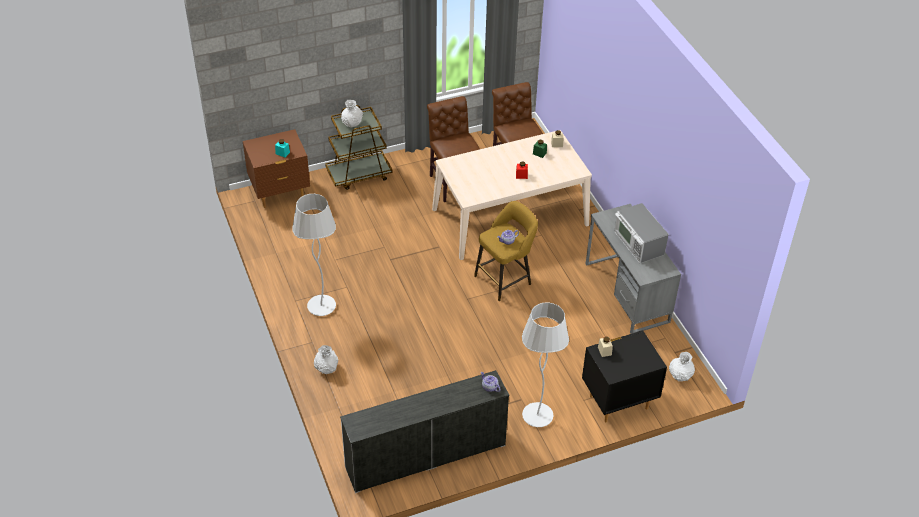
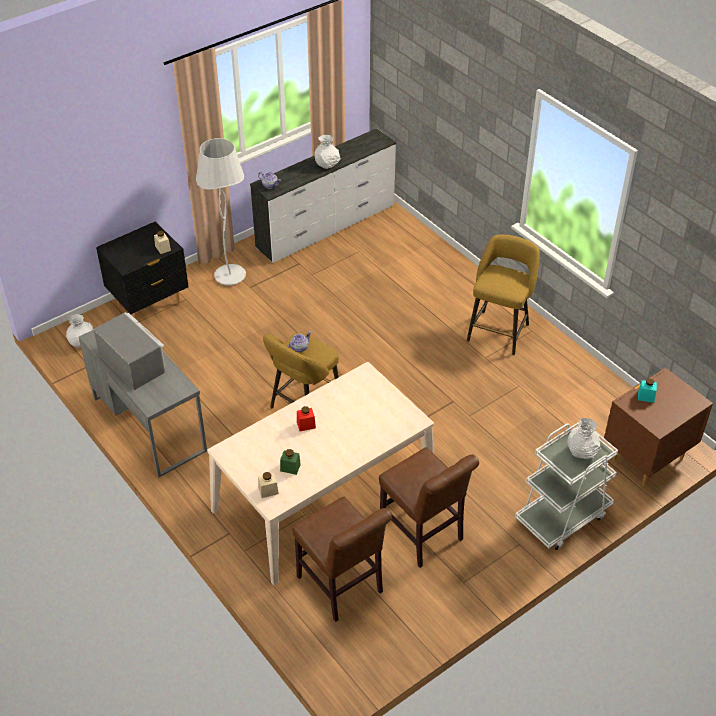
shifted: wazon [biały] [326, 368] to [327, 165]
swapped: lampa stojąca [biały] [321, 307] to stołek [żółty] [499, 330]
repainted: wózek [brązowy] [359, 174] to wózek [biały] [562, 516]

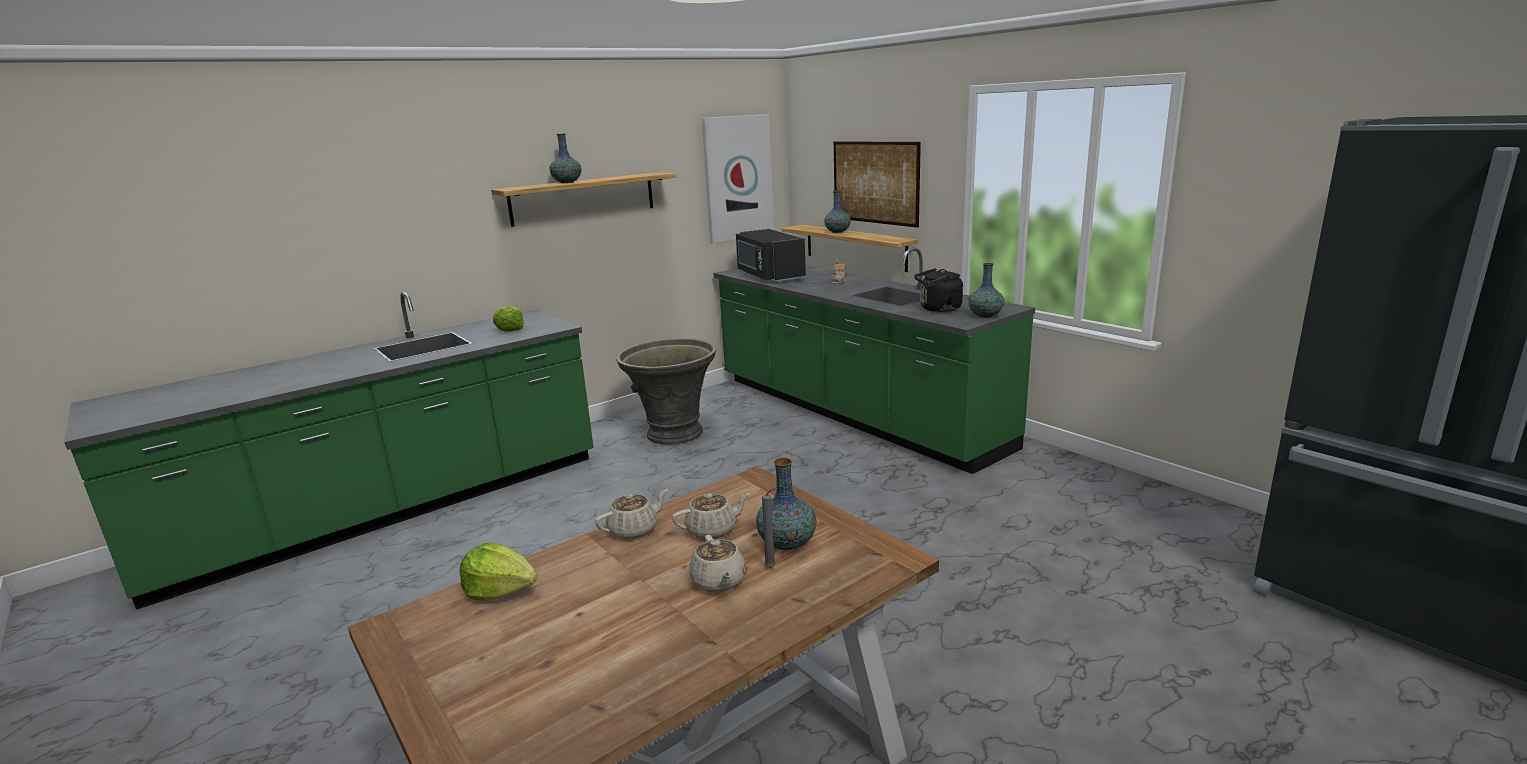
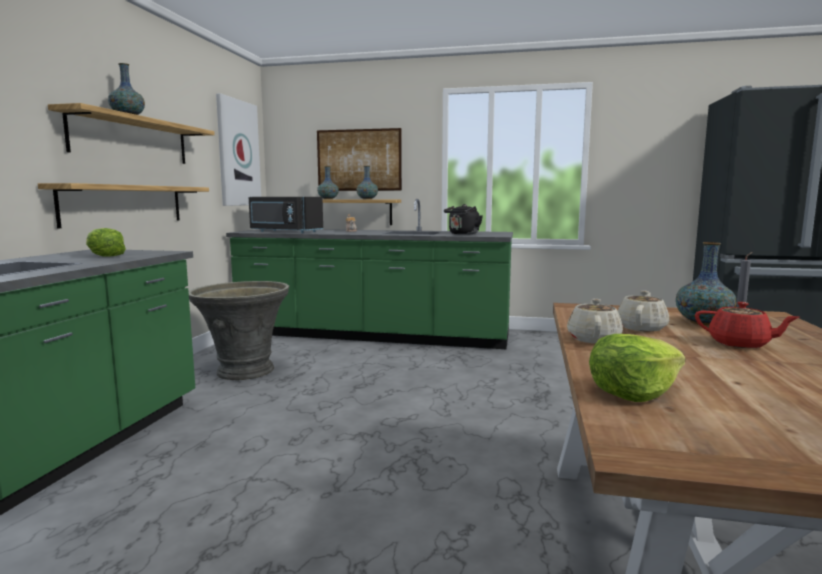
new: półka [125, 204]
shifted: wazon [985, 315] to [367, 199]
repainted: imbryk [beżowy] [718, 581] to imbryk [czerwony] [740, 344]

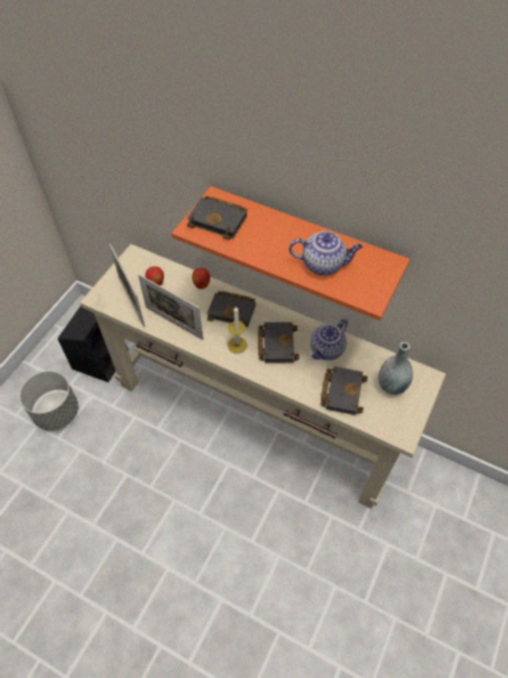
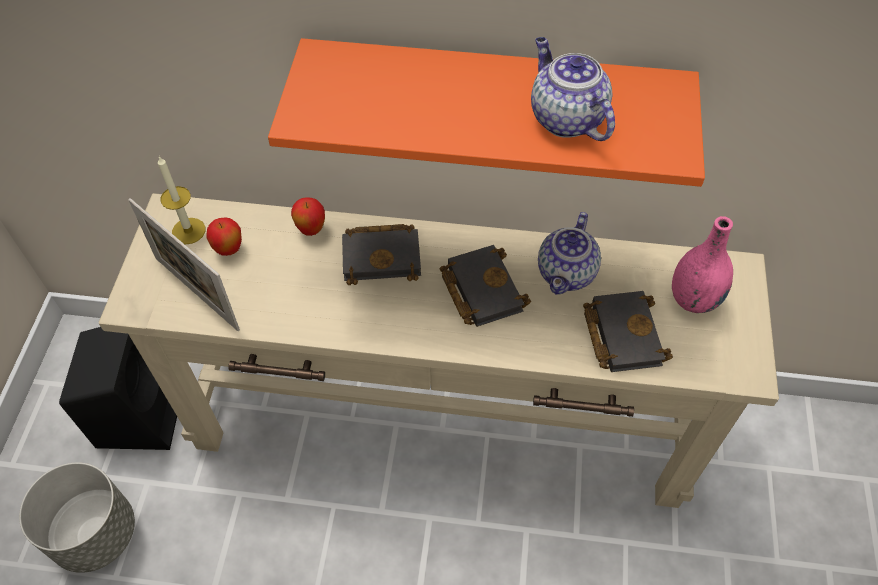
gone: ramka na zdjęcie [174, 323]; książka [czarny] [219, 220]
shifted: świeca [237, 345] to [188, 231]
repainted: wazon [szary] [391, 386] to wazon [różowy] [693, 300]
rotated: imbryk [323, 264] = [565, 118] 105 degrees counterclockwise

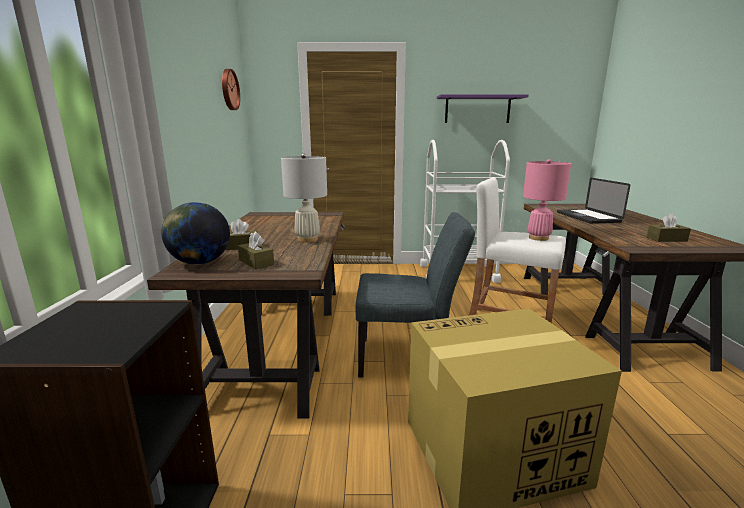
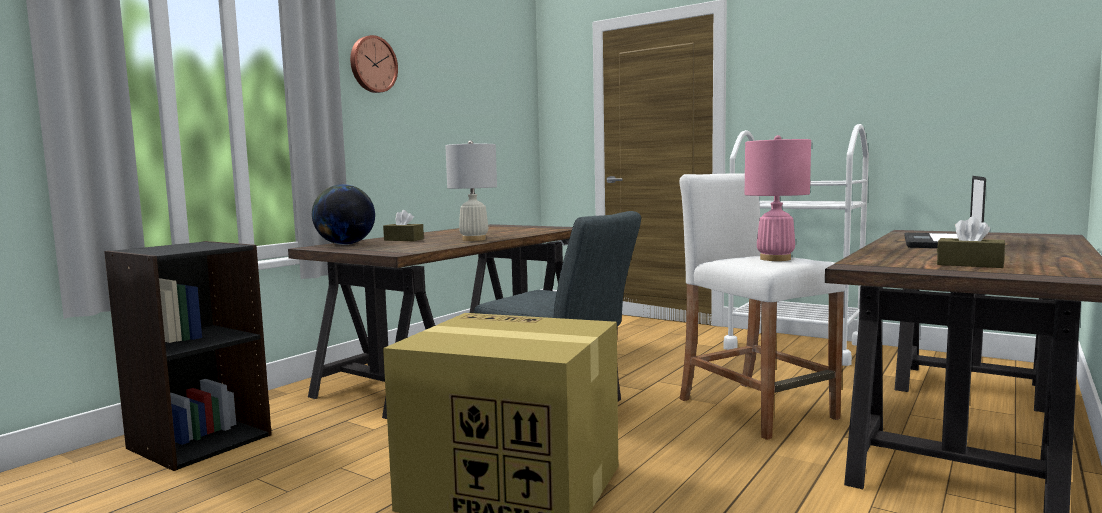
gone: pudełko chusteczek [brązowy] [256, 262]; półka [fioletowy] [477, 109]
shifted: zegar ścienny [229, 89] to [372, 64]

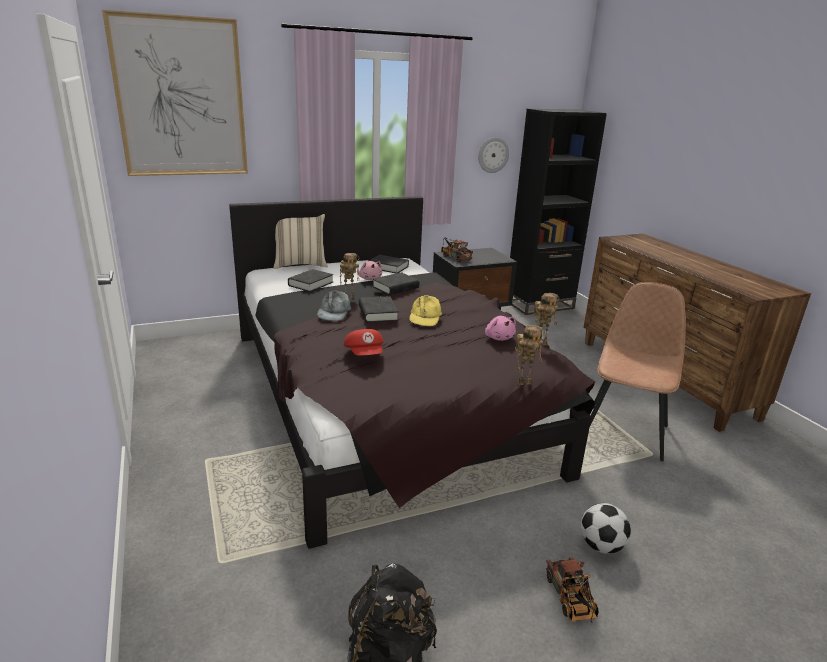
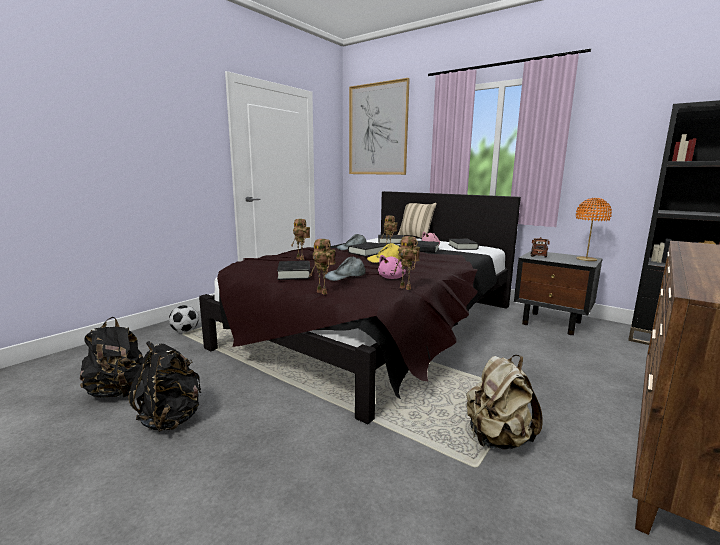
gone: zegar ścienny [493, 155]; ciężarówka zabawkowa [571, 601]
new: plecak [czarny] [172, 418]; książka [czarny] [294, 274]; czapka z daszkiem [szary] [345, 276]; lampa stołowa [pomarańczowy] [586, 259]
shifted: piłka futbolowa [601, 546] to [185, 331]
swapped: czapka z daszkiem [czerwony] [365, 355] to robot zabawkowy [301, 259]; krzesło [brązowy] [625, 431] to plecak [beżowy] [497, 439]

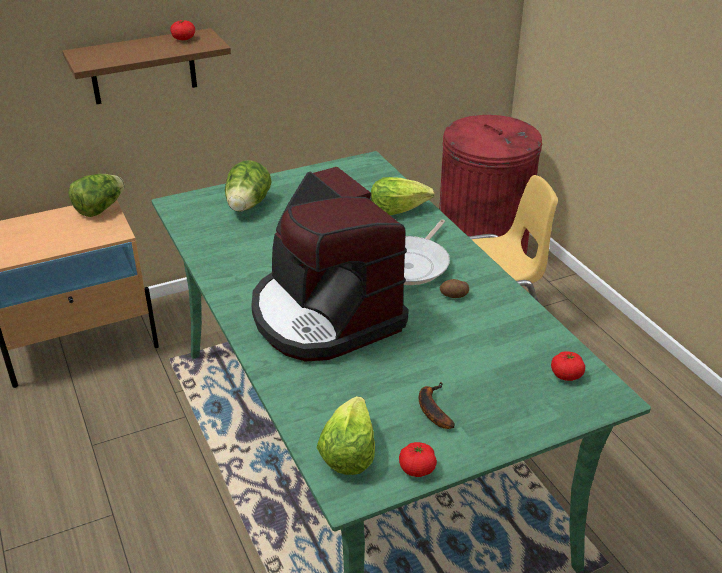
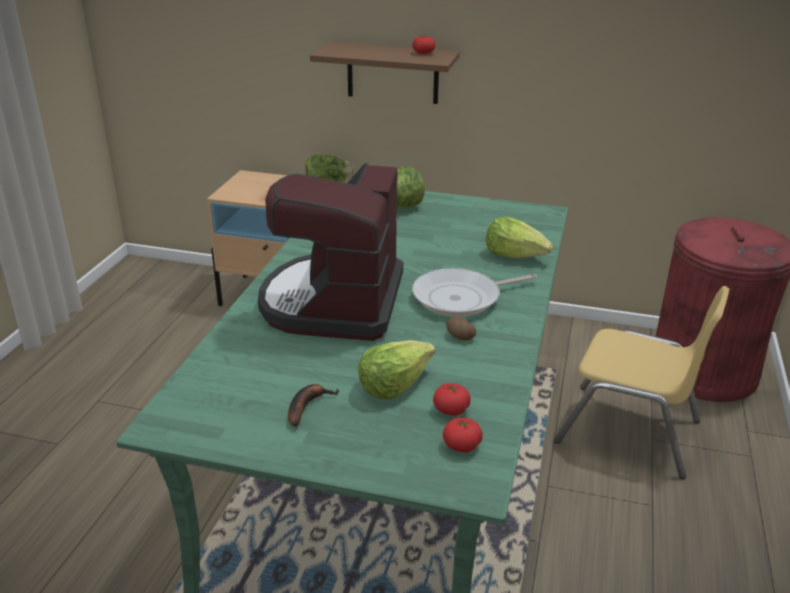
shifted: sałata [348, 452] to [394, 384]; pomidor [417, 469] to [451, 410]

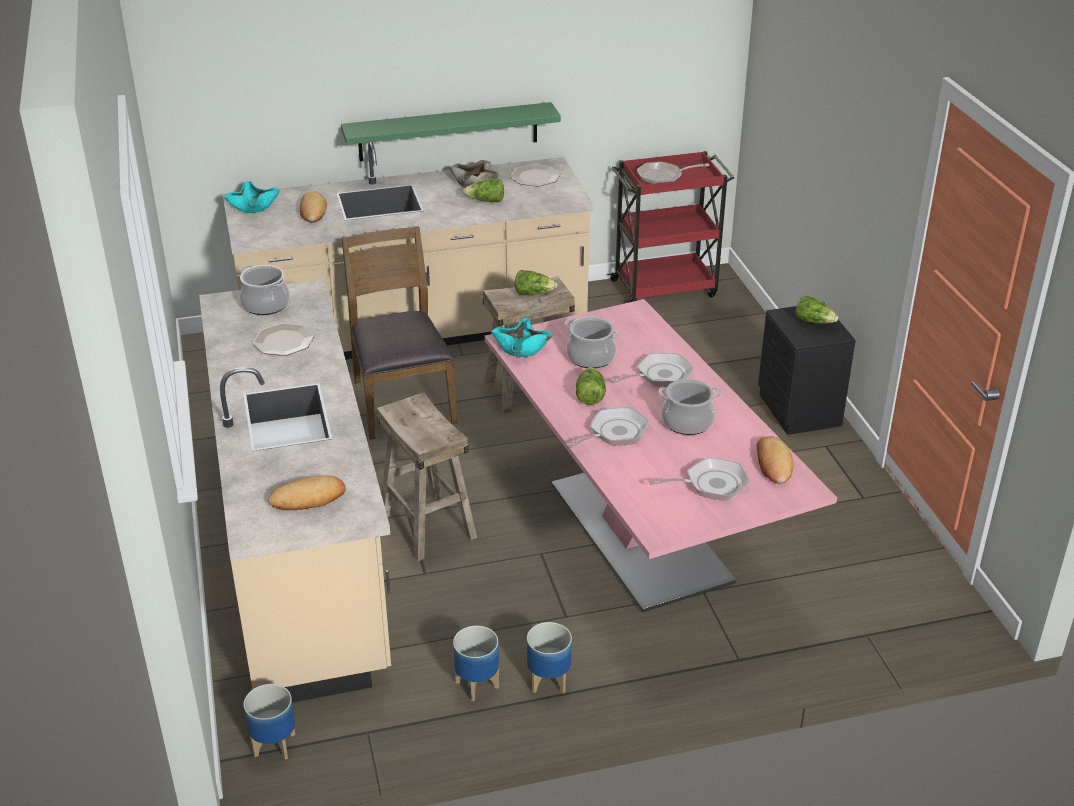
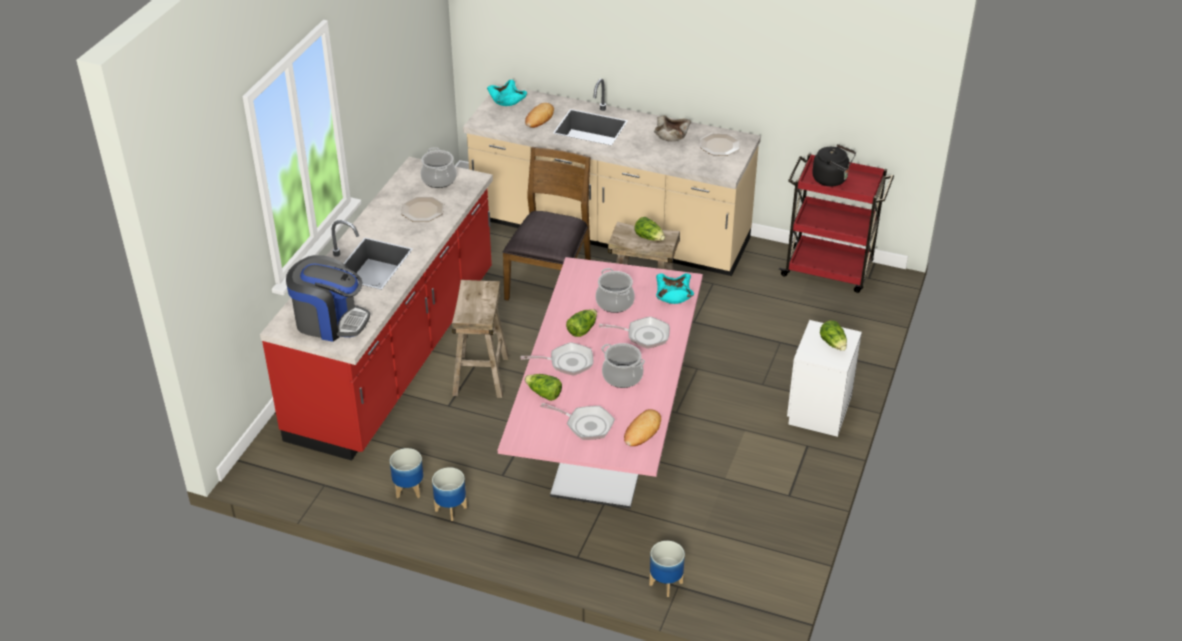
gone: półka [zielony] [448, 132]
shifted: donica [274, 745] to [665, 584]; sałata [486, 201] to [544, 394]; miska [turkusowy] [521, 348] to [673, 295]
swapped: chleb [308, 498] to ekspres do kawy [330, 321]; patelnia [663, 177] to czajnik [czarny] [832, 179]
repainted: zabudowa kuchenna [beżowy] [302, 547] to zabudowa kuchenna [czerwony] [396, 354]; szafka nocna [czarny] [798, 411] to szafka nocna [biały] [818, 410]

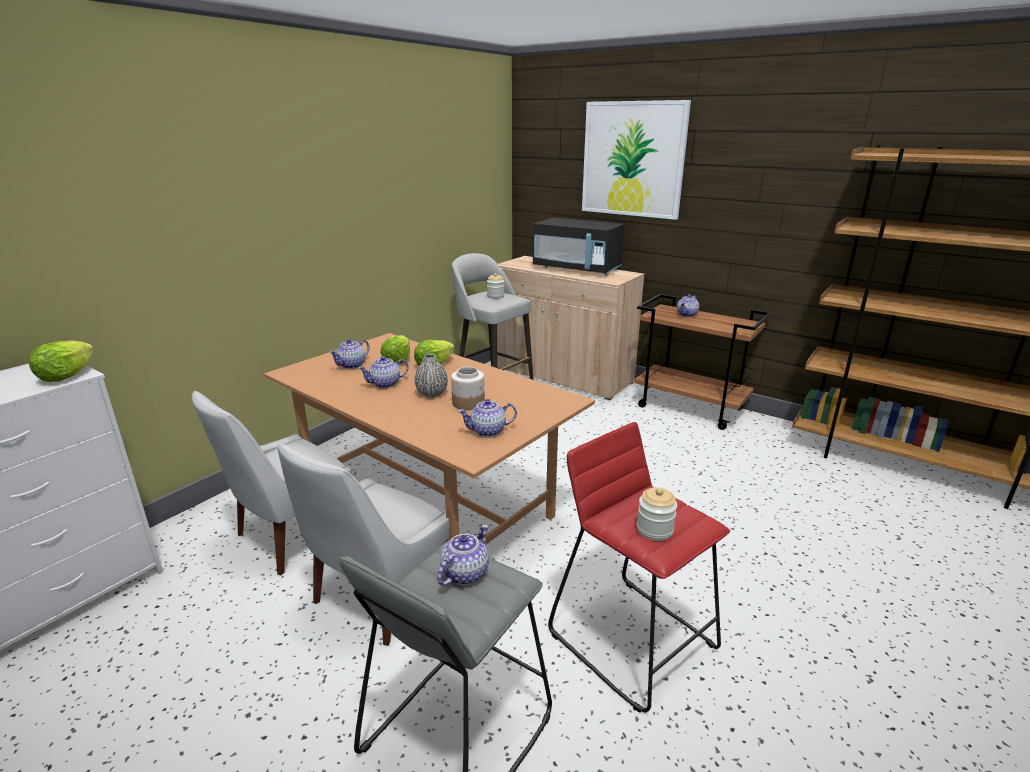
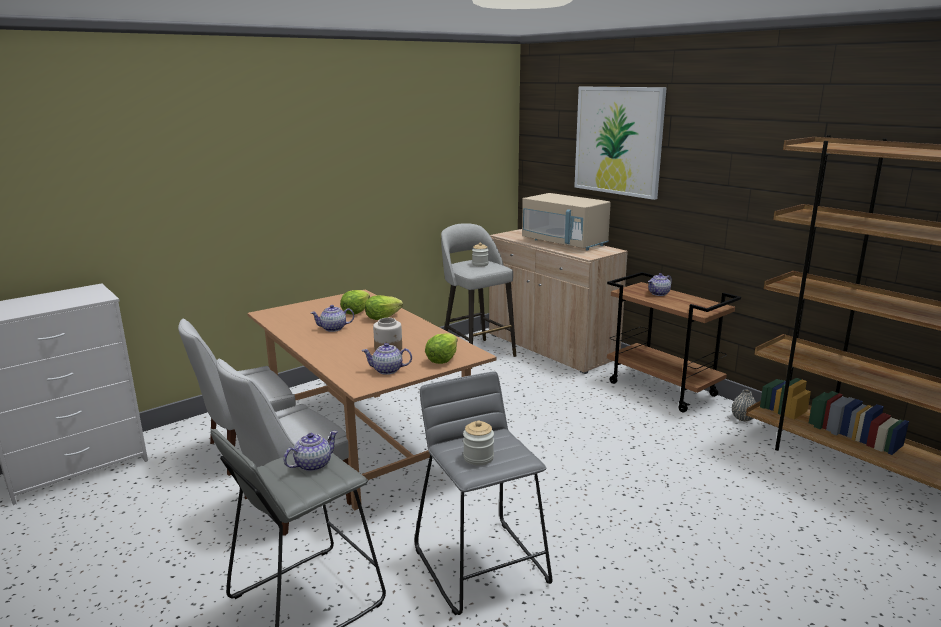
gone: imbryk [352, 365]
shifted: sałata [66, 376] to [442, 359]; wazon [szary] [432, 393] to [743, 418]
repainted: mikrofalówka [czarny] [577, 269] to mikrofalówka [beżowy] [564, 243]; stołek [czerwony] [633, 639] to stołek [szary] [482, 565]

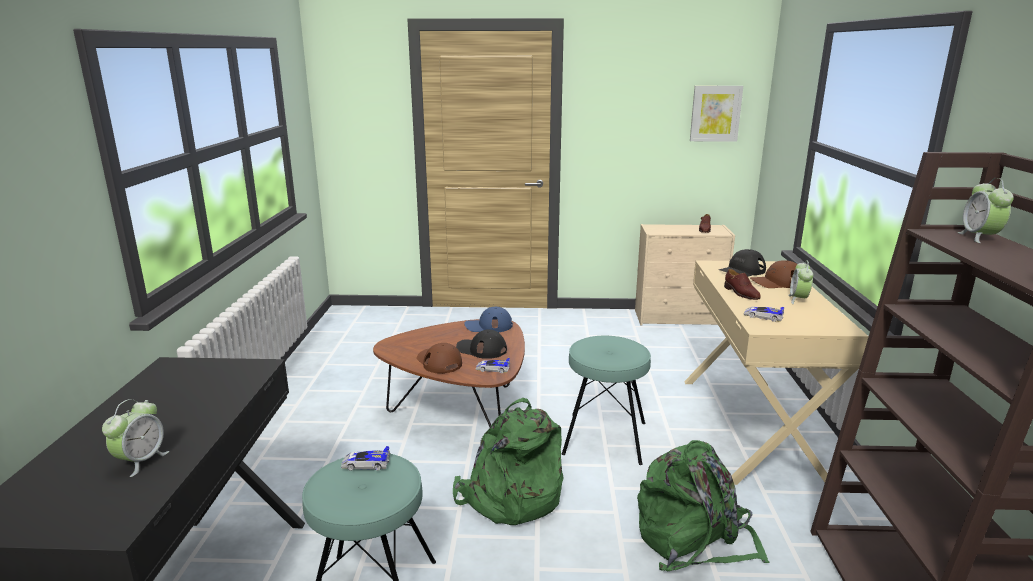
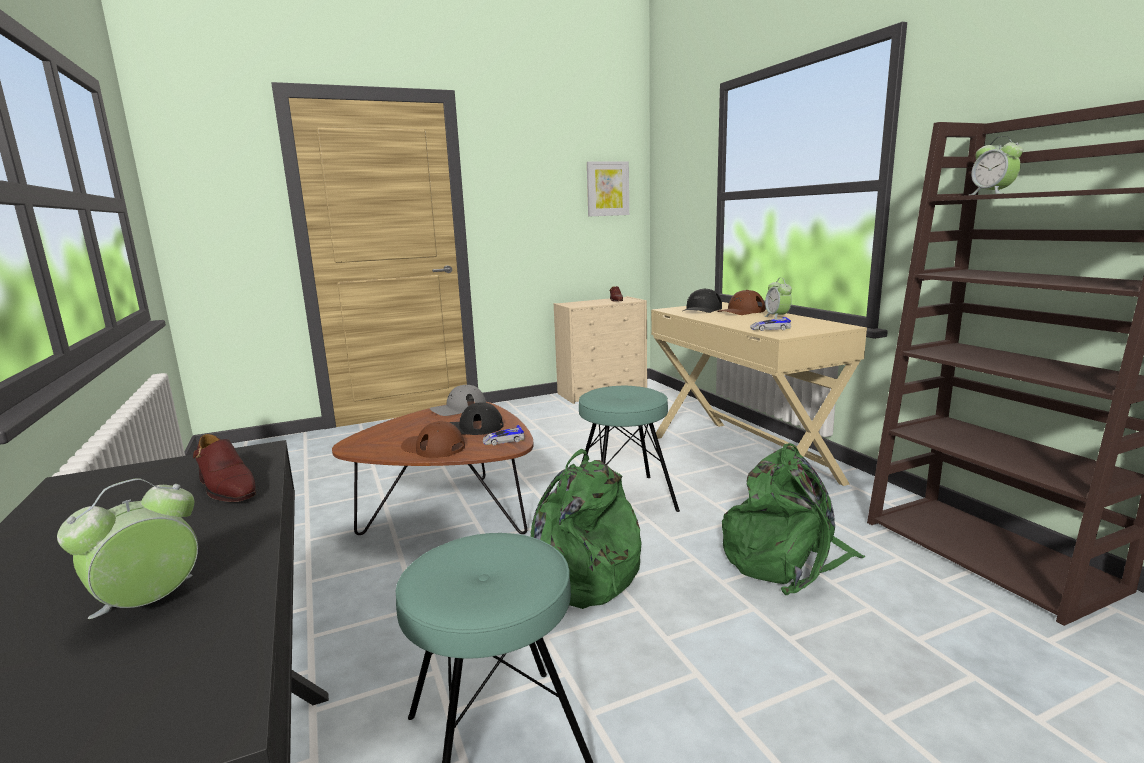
gone: samochodzik [365, 463]
shifted: but [brązowy] [741, 293] to [226, 488]
repainted: czapka z daszkiem [niebieski] [488, 326] to czapka z daszkiem [szary] [458, 408]
rotated: budzik [141, 461] = [150, 604] 135 degrees counterclockwise

